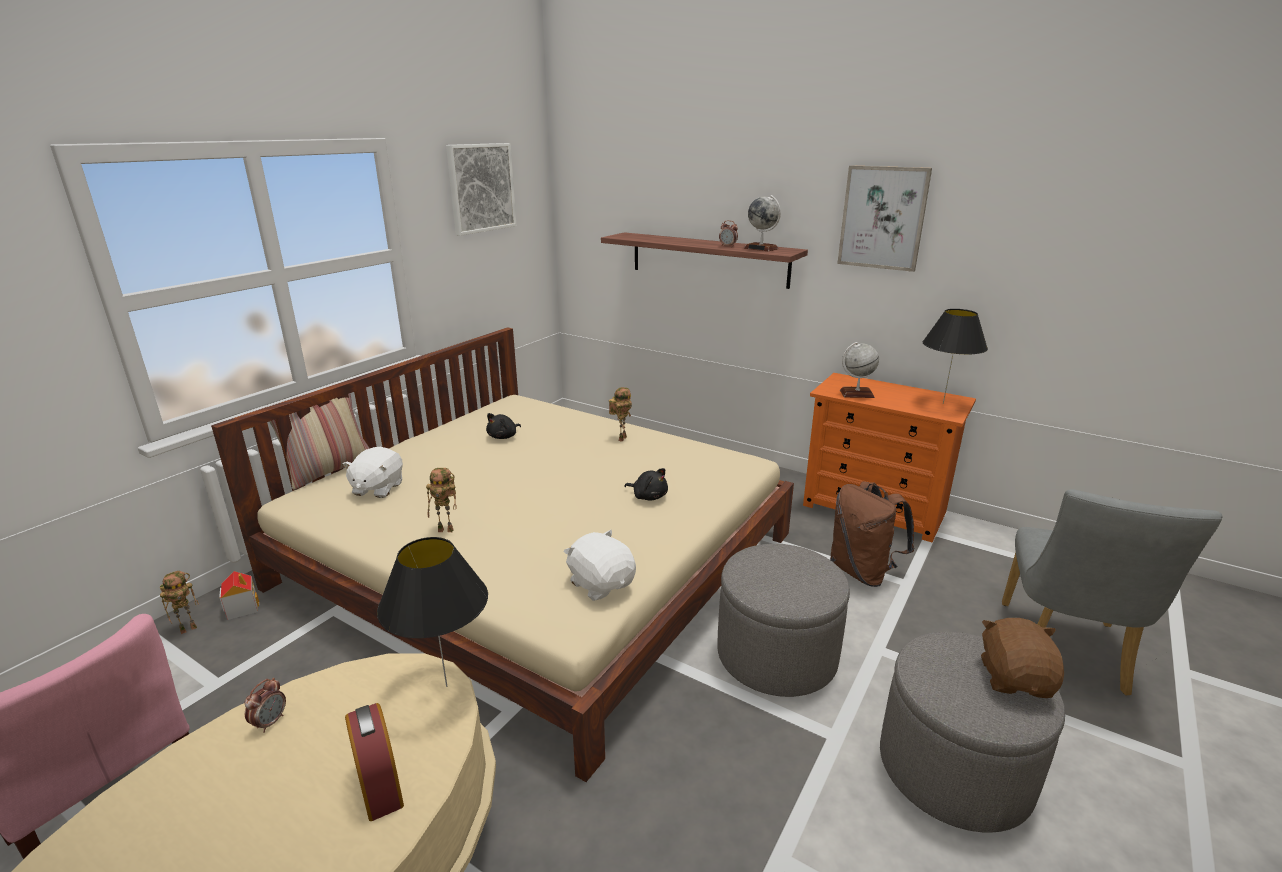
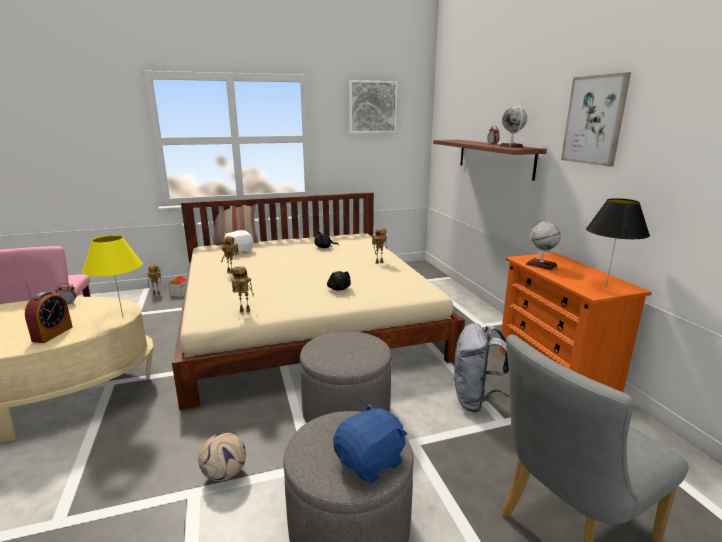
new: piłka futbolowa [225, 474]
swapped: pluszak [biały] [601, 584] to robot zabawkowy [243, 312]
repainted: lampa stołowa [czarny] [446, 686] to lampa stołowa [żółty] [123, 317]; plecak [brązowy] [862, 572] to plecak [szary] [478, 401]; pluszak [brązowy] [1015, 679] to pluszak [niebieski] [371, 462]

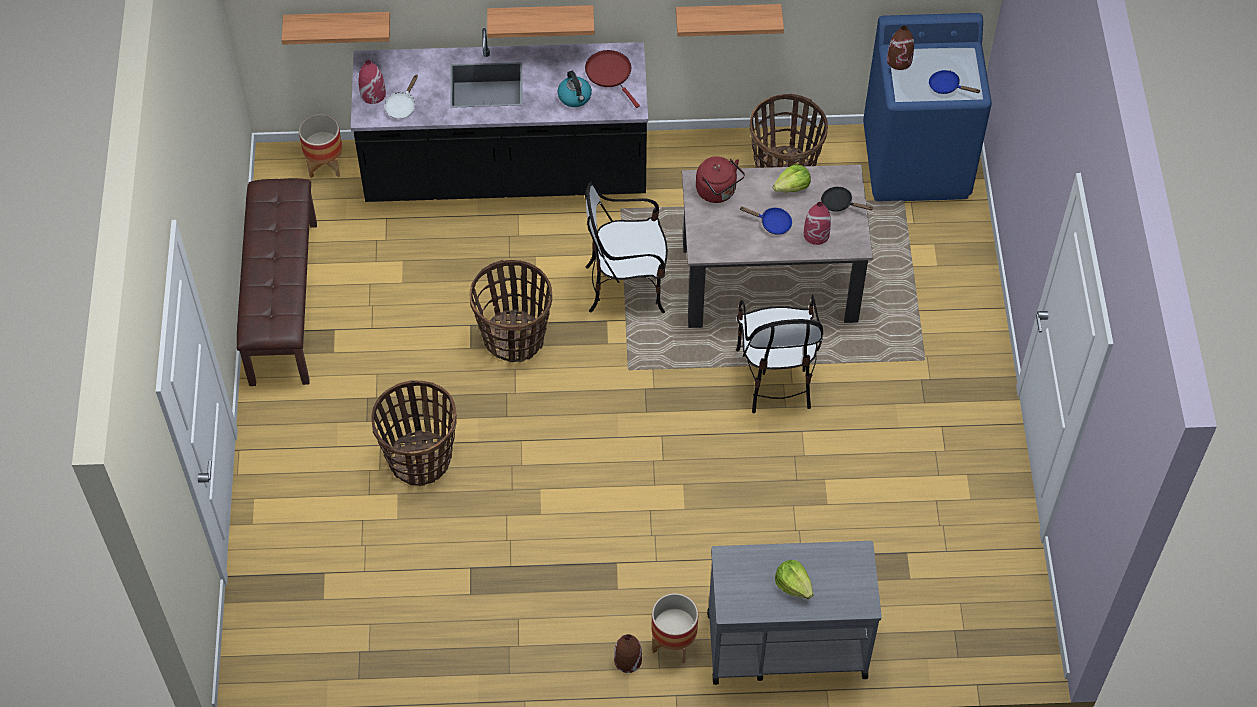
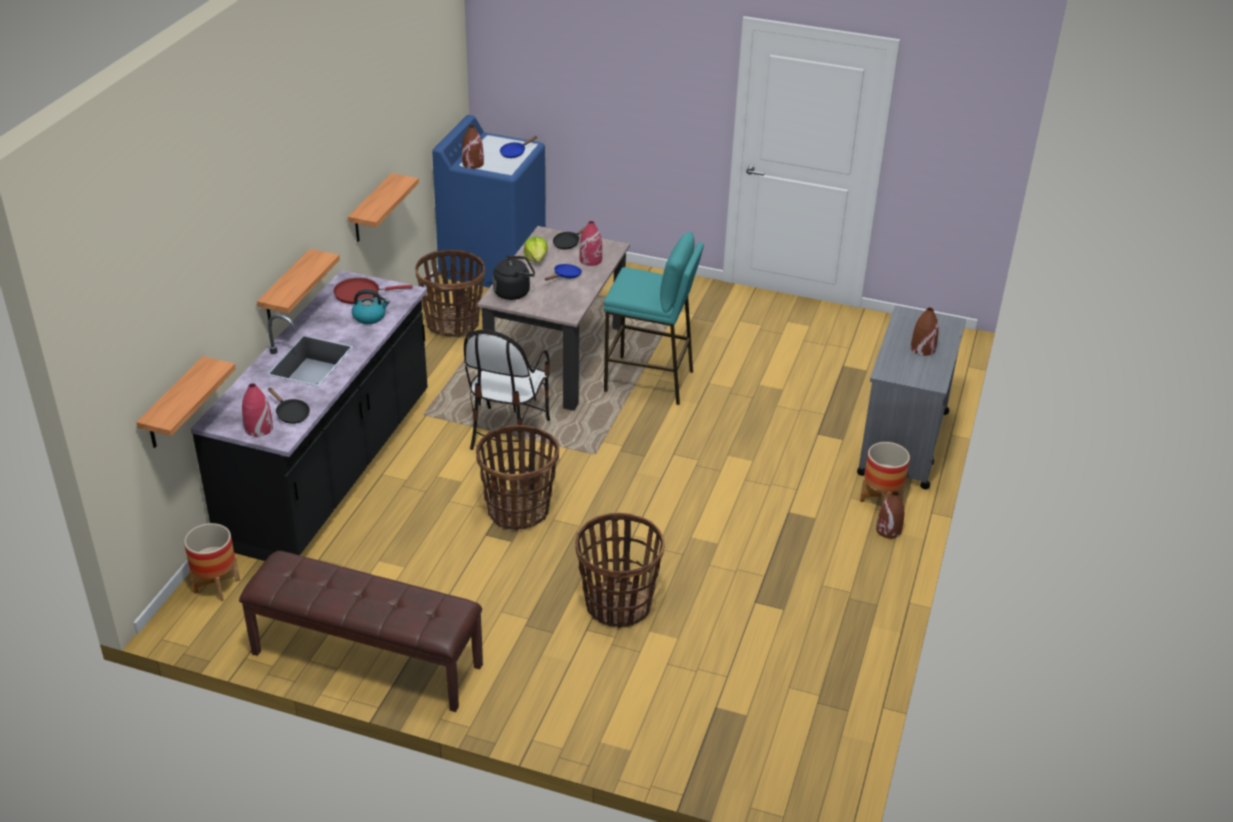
swapped: krzesło [775, 376] to stołek [turkusowy] [649, 381]; sałata [793, 585] to wazon [brązowy] [922, 348]
repainted: patelnia [biały] [402, 106] to patelnia [czarny] [290, 414]; czajnik [czerwony] [718, 192] to czajnik [czarny] [514, 292]

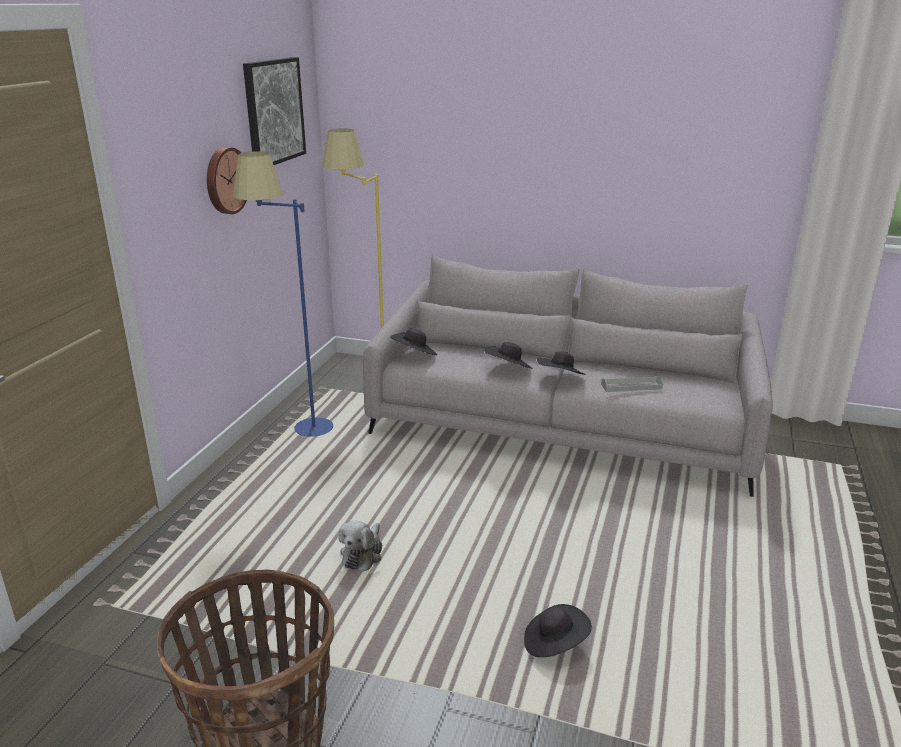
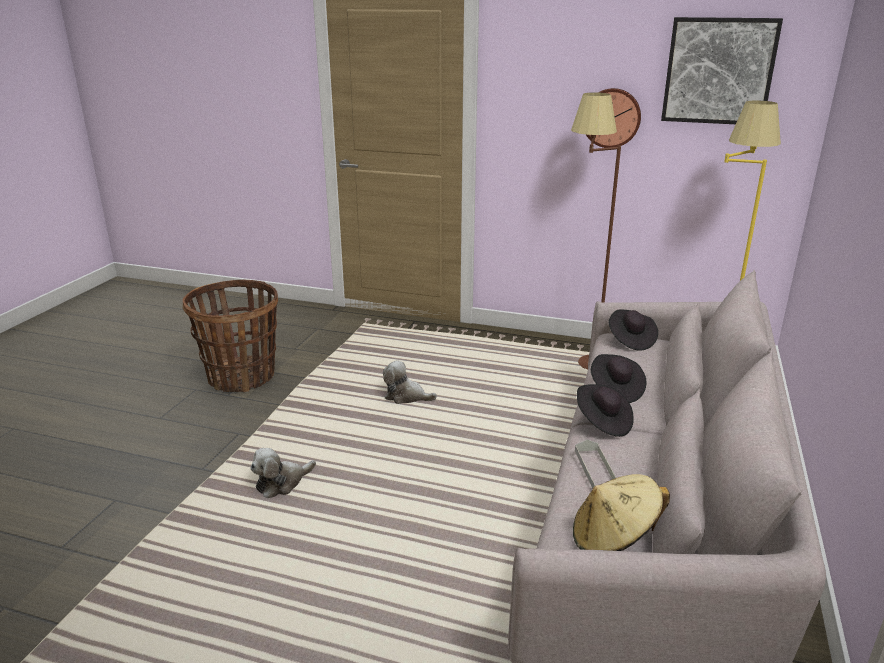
new: kapelusz [beżowy] [613, 539]
swapped: kapelusz [czarny] [554, 644] to pluszak [282, 483]
repainted: lampa stojąca [niebieski] [298, 433] to lampa stojąca [brązowy] [583, 357]

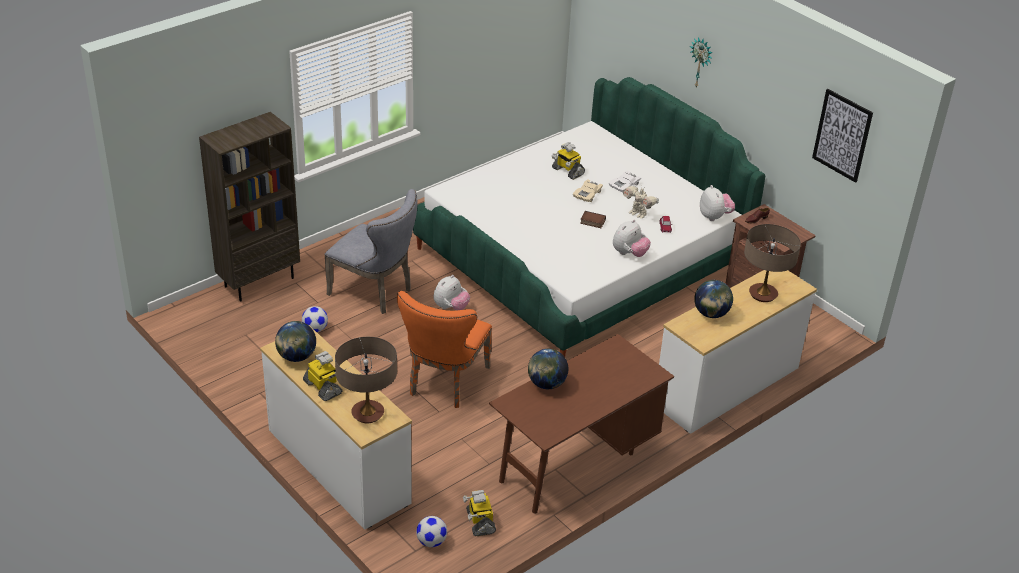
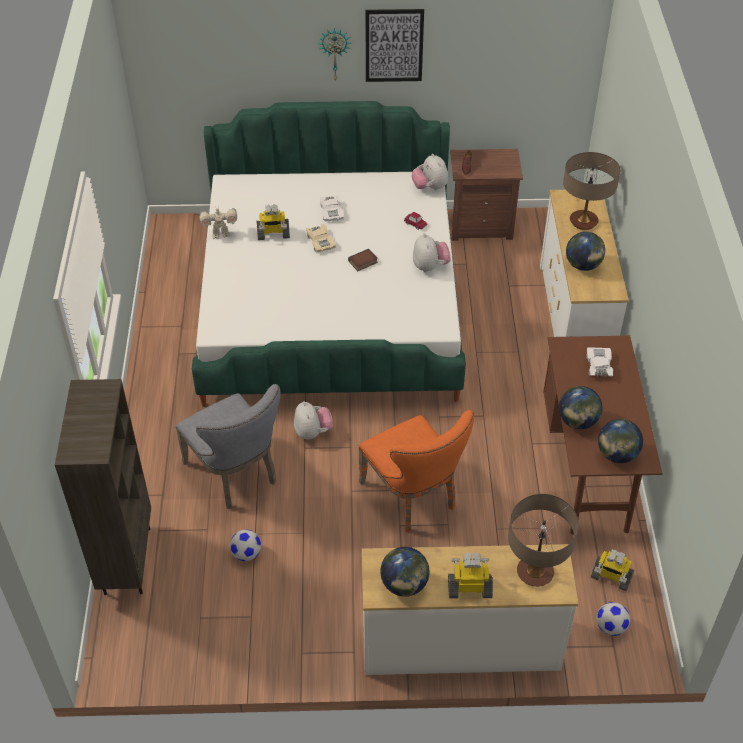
new: samochodzik [biały] [599, 366]; globus [616, 455]
shifted: robot zabawkowy [638, 214] to [220, 234]; obraz [842, 135] to [394, 45]
rotated: krzesło [szary] [375, 292] = [236, 475] 75 degrees clockwise; pluszak [714, 217] = [430, 187] 135 degrees counterclockwise

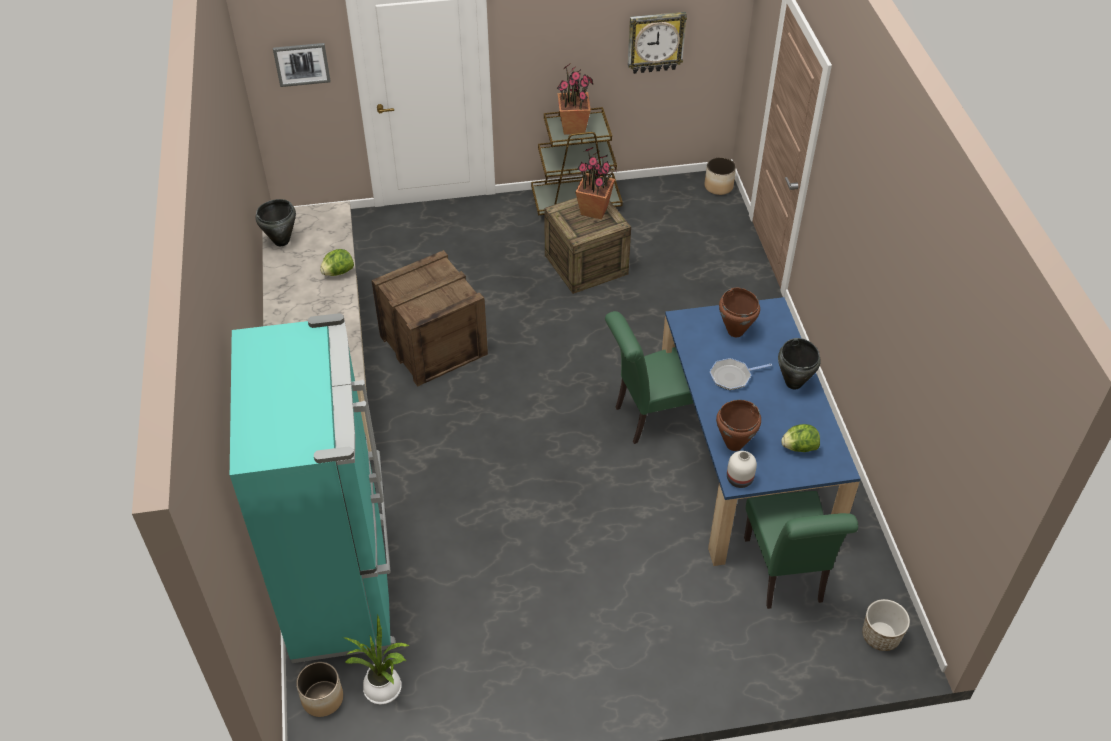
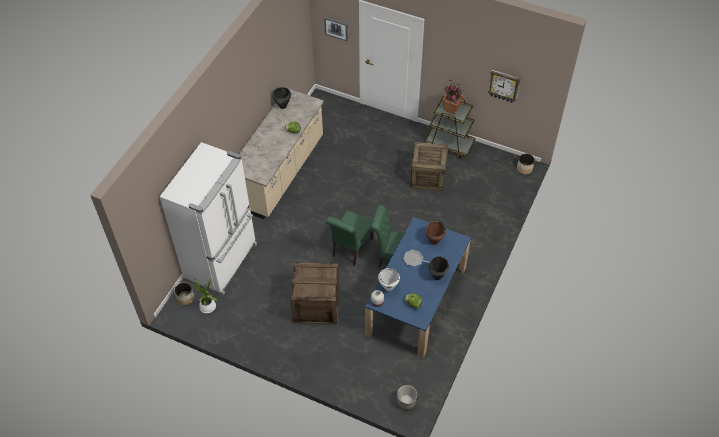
gone: roślina doniczkowa [595, 210]
shifted: skrzynka [434, 345] to [316, 305]; krzesło [zielony] [785, 575] to [351, 249]
repainted: lodówka [turkusowy] [343, 587] to lodówka [biały] [222, 261]; garnek [brązowy] [733, 444] to garnek [biały] [388, 287]

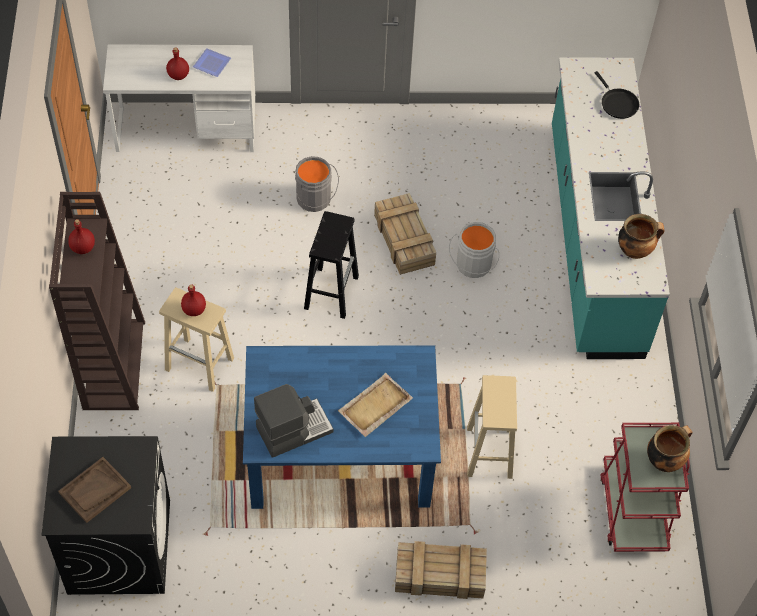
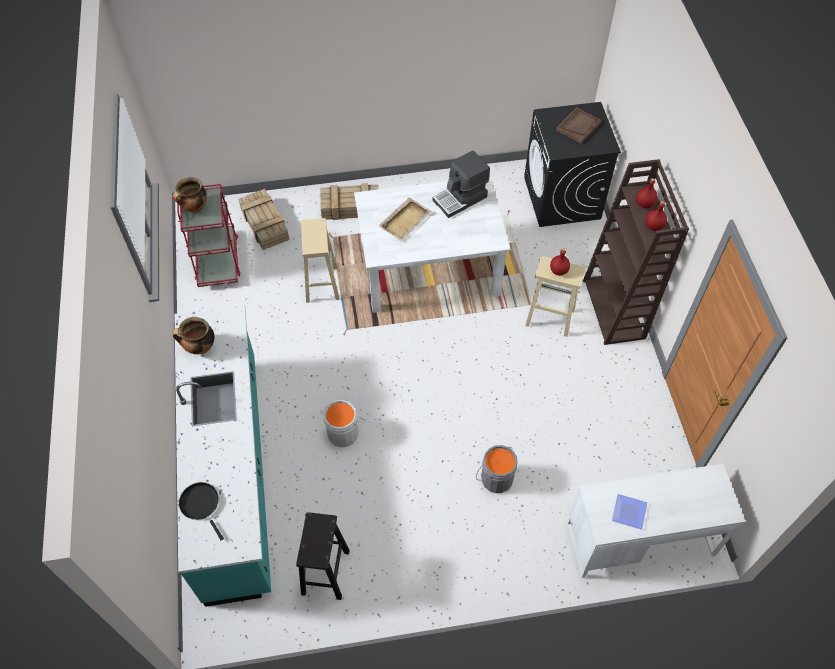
shifted: butelka [czerwony] [179, 75] to [644, 204]; stołek [czarny] [331, 291] to [325, 573]; skrzynka [405, 240] to [264, 224]
repainted: stół jadalny [niebieski] [341, 453] to stół jadalny [biały] [429, 270]

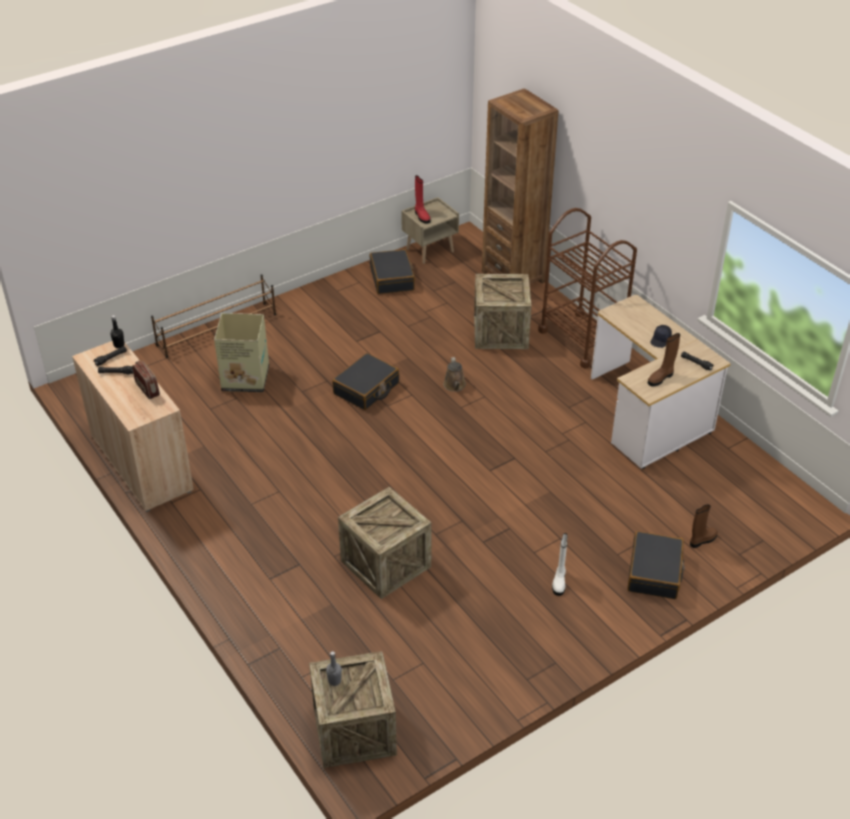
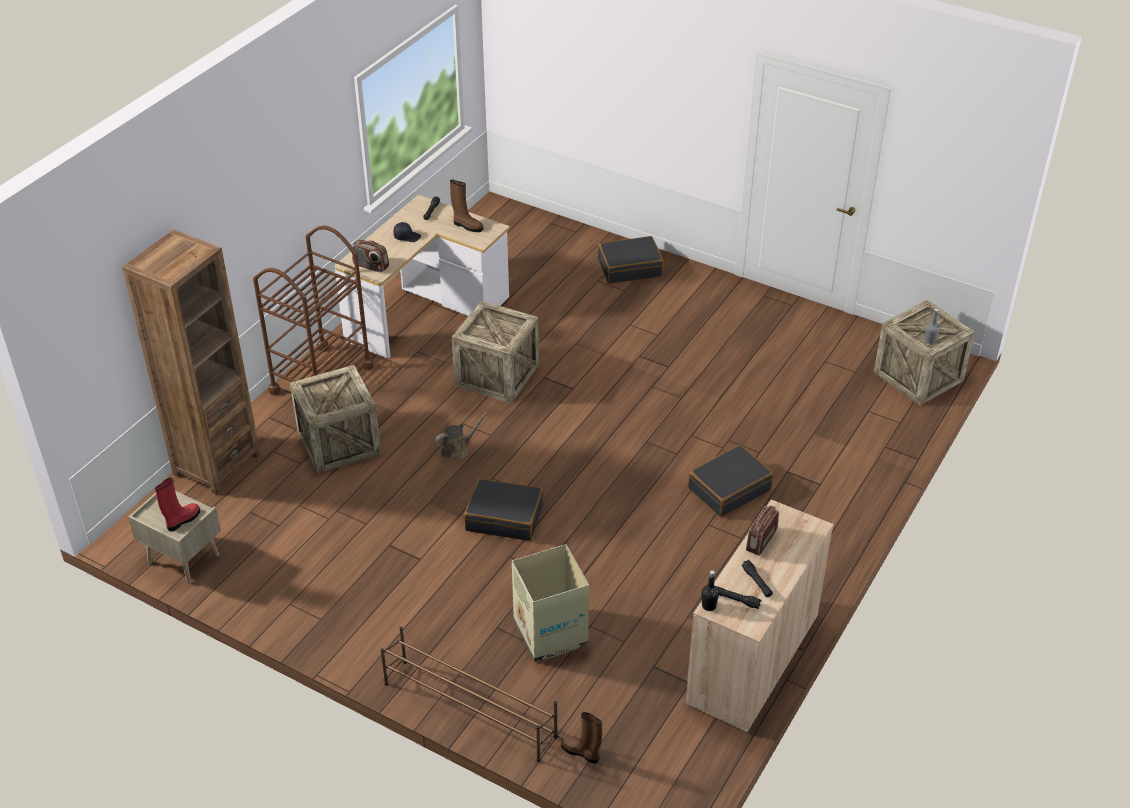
gone: but z cholewką [biały] [559, 581]
new: radio [371, 266]
shifted: skrzynka [385, 564] to [497, 375]; walizka [czarny] [392, 278] to [729, 489]; but z cholewką [brązowy] [702, 540] to [581, 752]

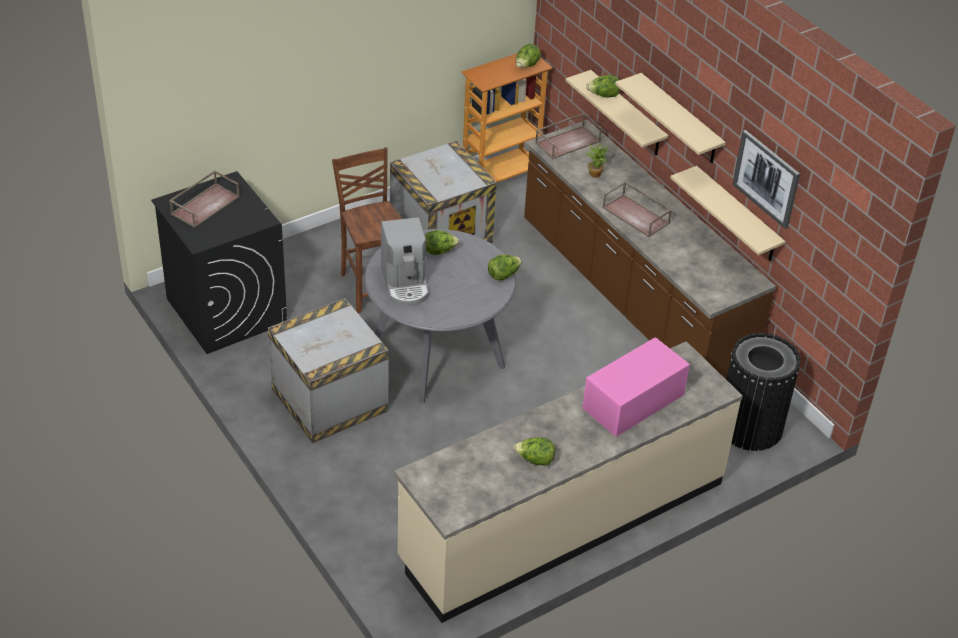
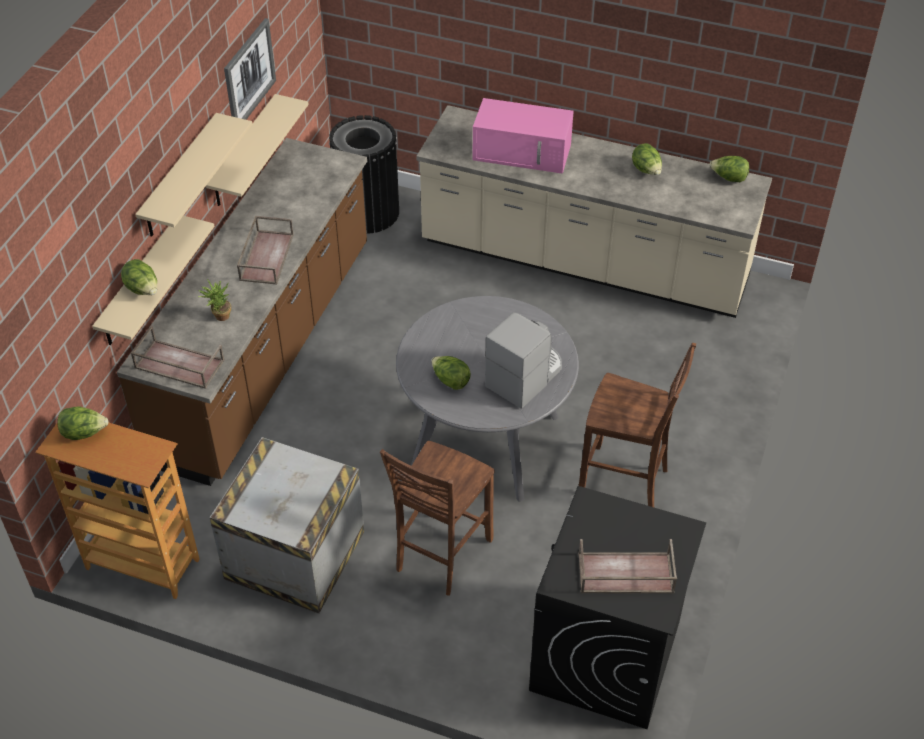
shifted: sałata [503, 275] to [728, 178]
swapped: skrzynka [329, 399] to krzesło [brązowy] [625, 481]

